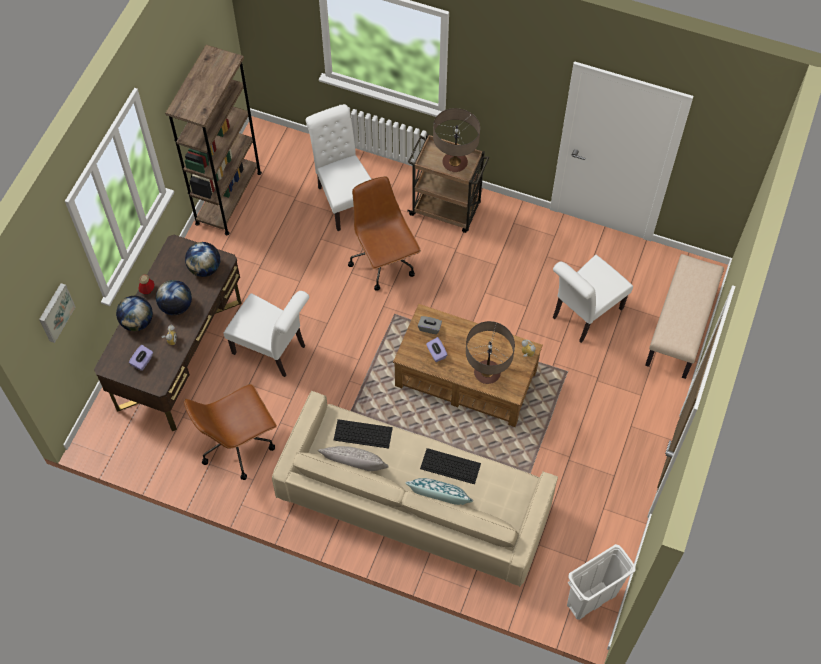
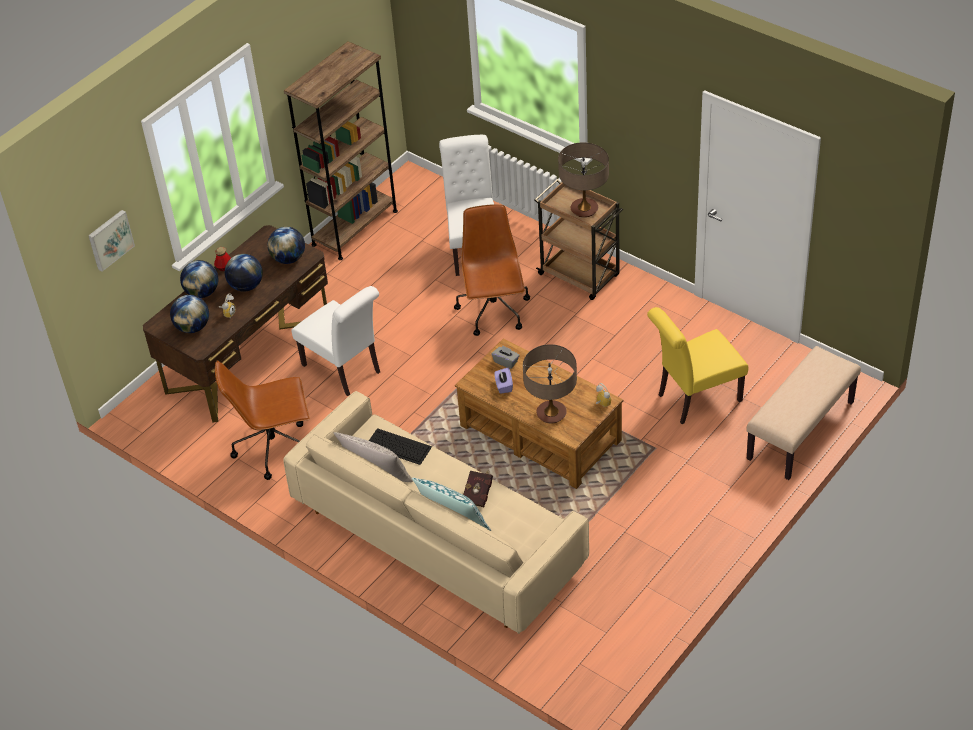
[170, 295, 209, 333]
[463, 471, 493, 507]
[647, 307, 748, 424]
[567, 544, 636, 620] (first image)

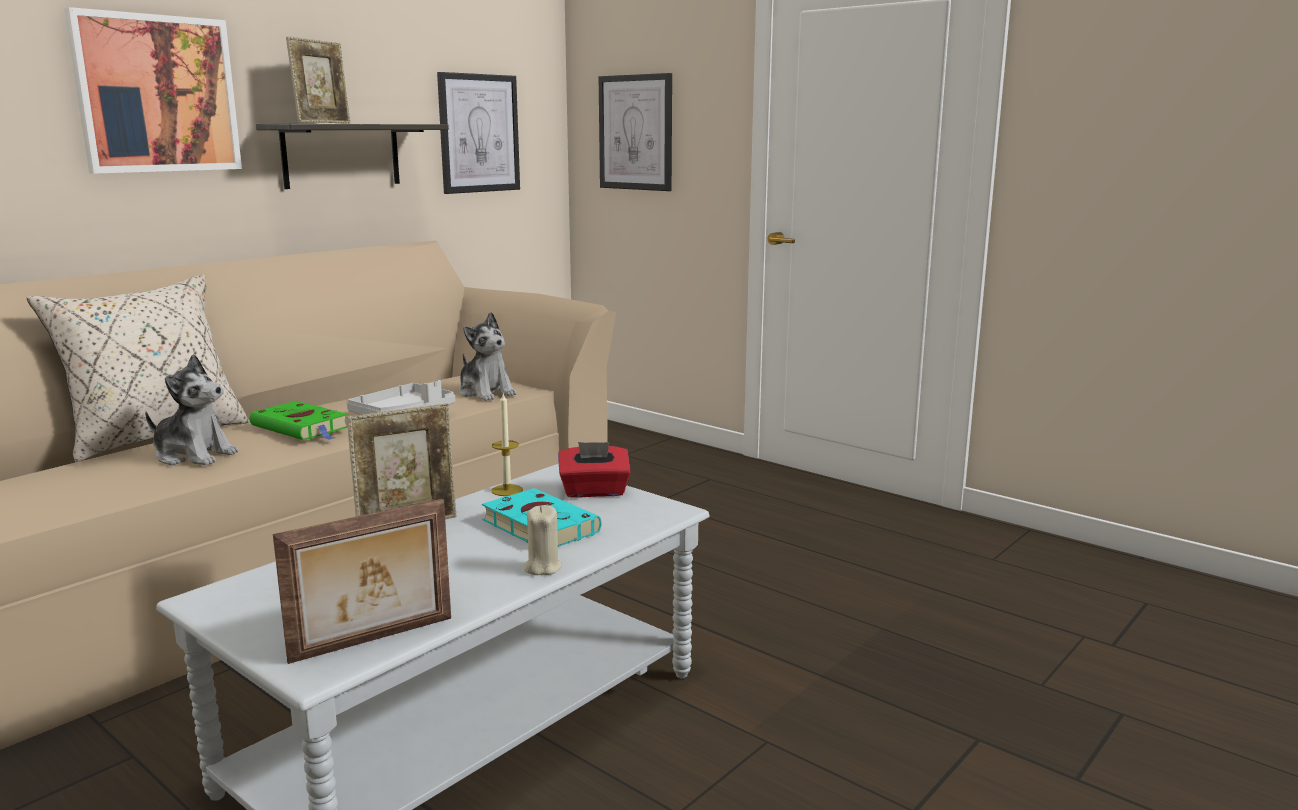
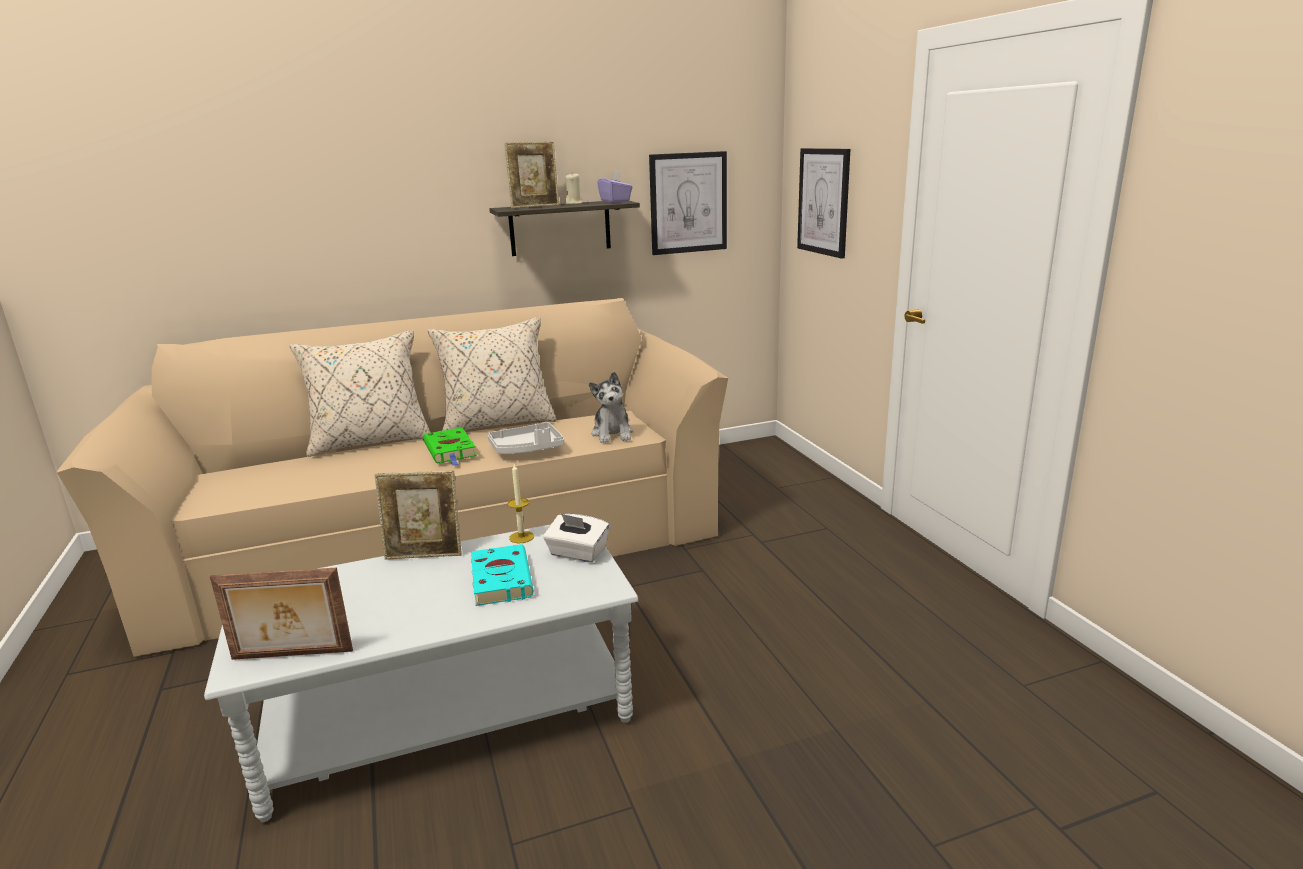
[64, 7, 242, 174] (first image)
[145, 354, 239, 466] (first image)
[565, 174, 582, 204]
[543, 514, 609, 563]
[428, 317, 557, 431]
[597, 170, 633, 203]

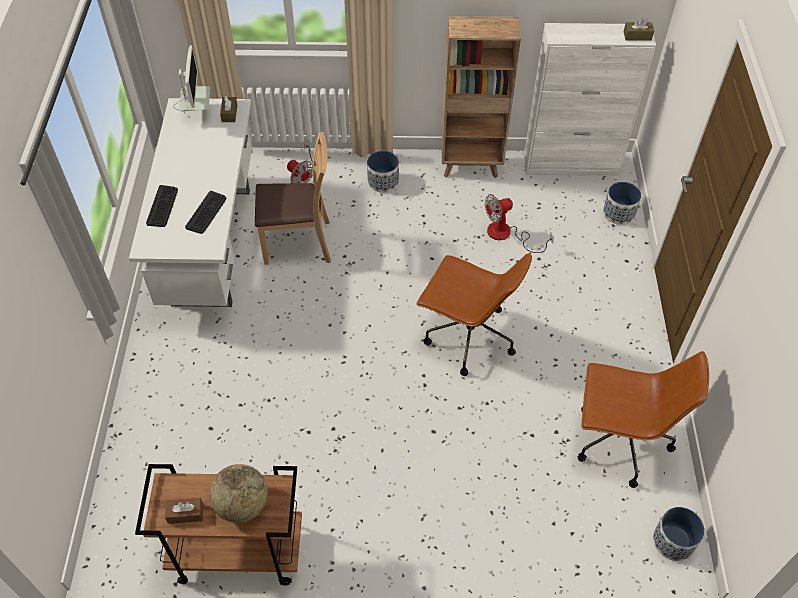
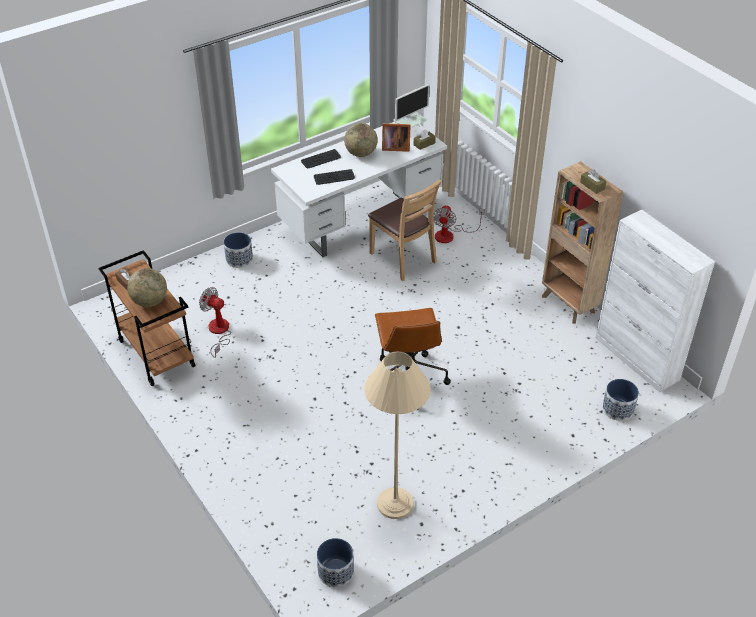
[224, 232, 253, 268]
[199, 287, 231, 358]
[364, 351, 431, 519]
[580, 170, 607, 194]
[344, 123, 378, 157]
[382, 123, 411, 152]

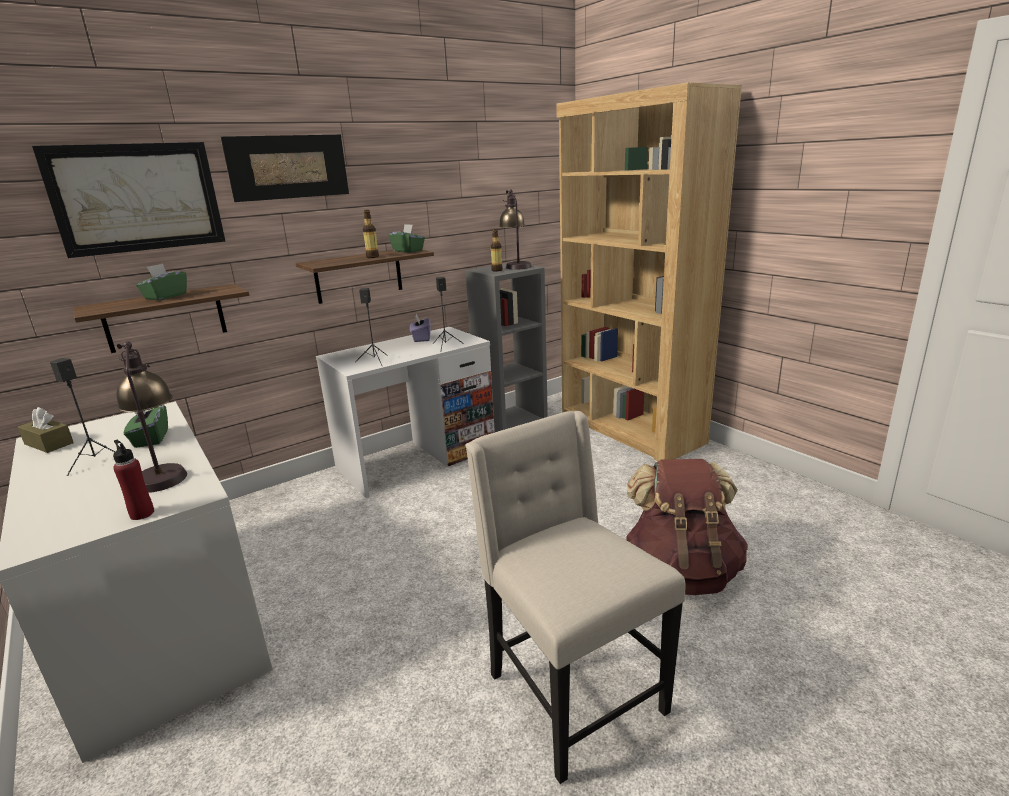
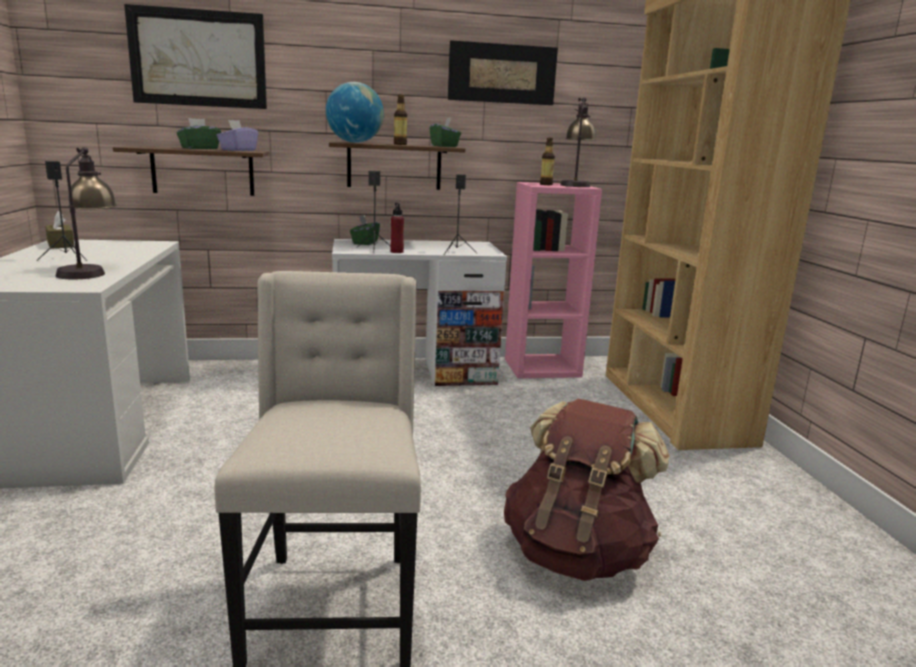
[390, 203, 404, 253]
[350, 215, 380, 245]
[448, 40, 558, 105]
[217, 120, 258, 151]
[505, 182, 602, 378]
[326, 82, 384, 143]

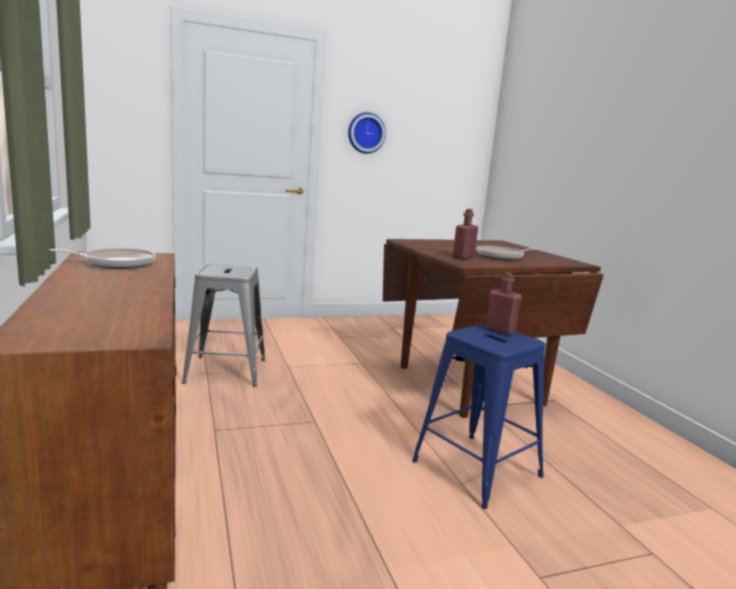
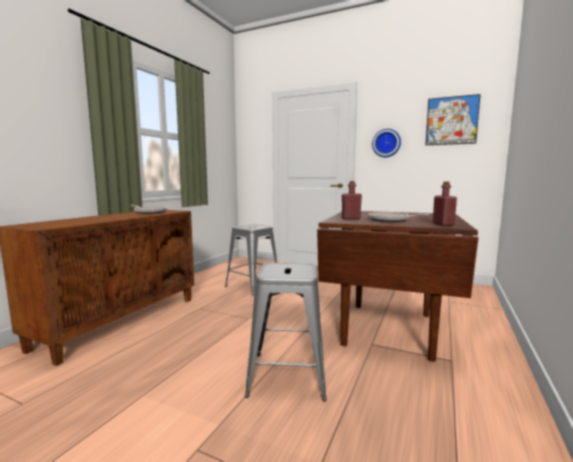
[245, 263, 327, 401]
[433, 182, 457, 226]
[425, 94, 481, 145]

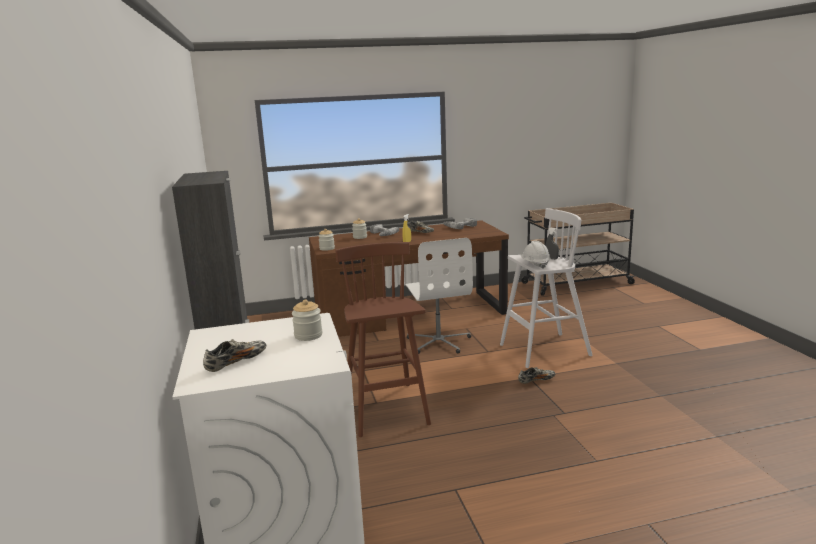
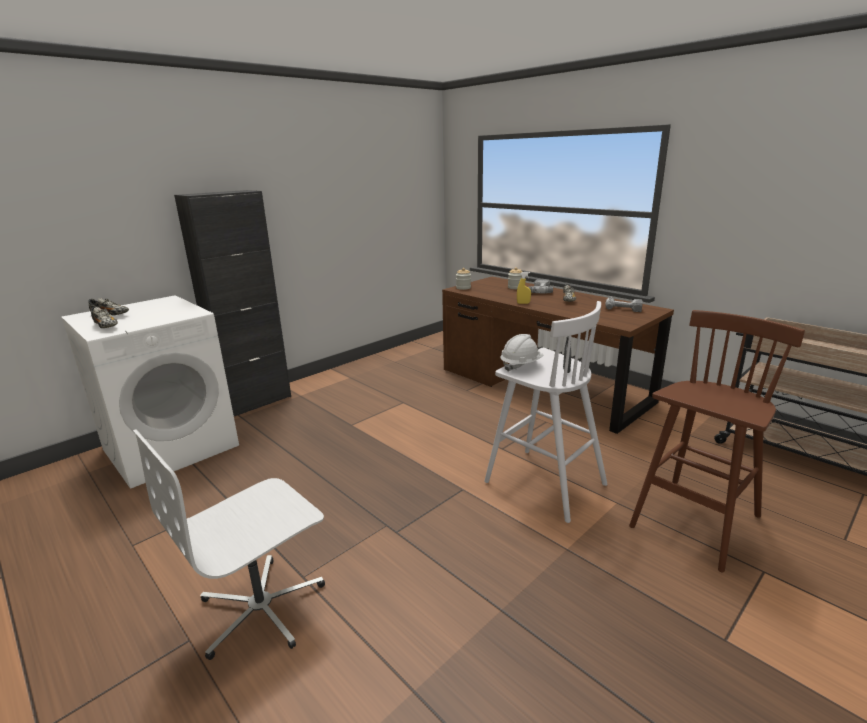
[292, 299, 322, 341] (first image)
[629, 310, 805, 572]
[133, 429, 325, 660]
[91, 306, 118, 328]

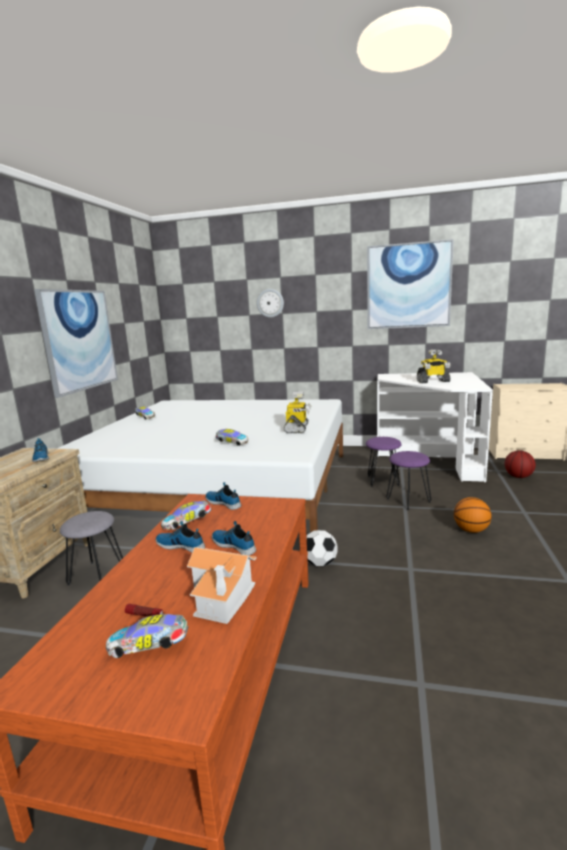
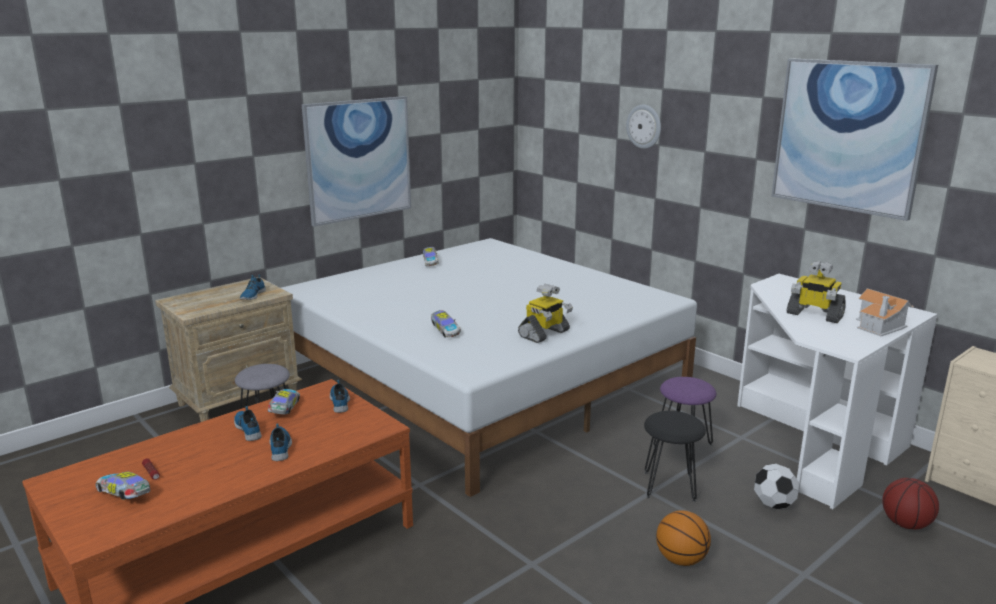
[268, 389, 300, 415]
[856, 288, 914, 336]
[754, 463, 799, 509]
[644, 411, 706, 502]

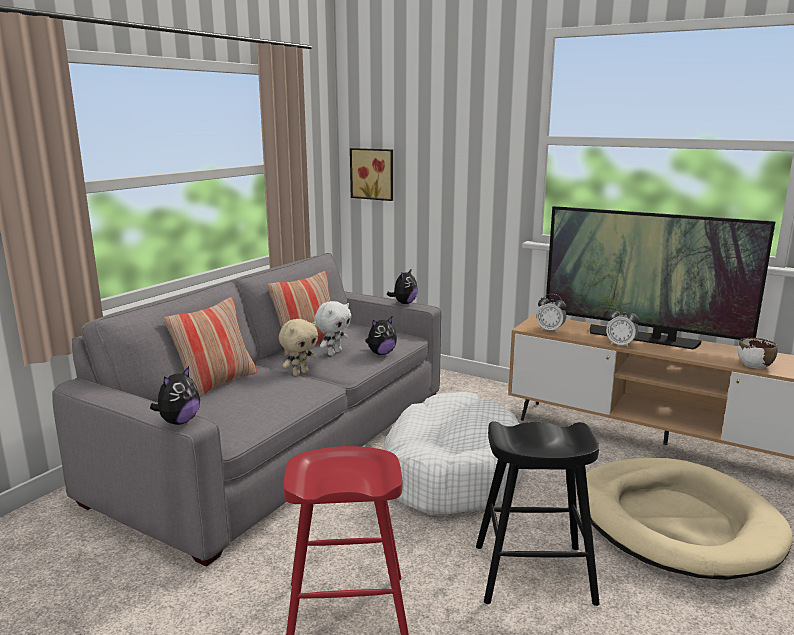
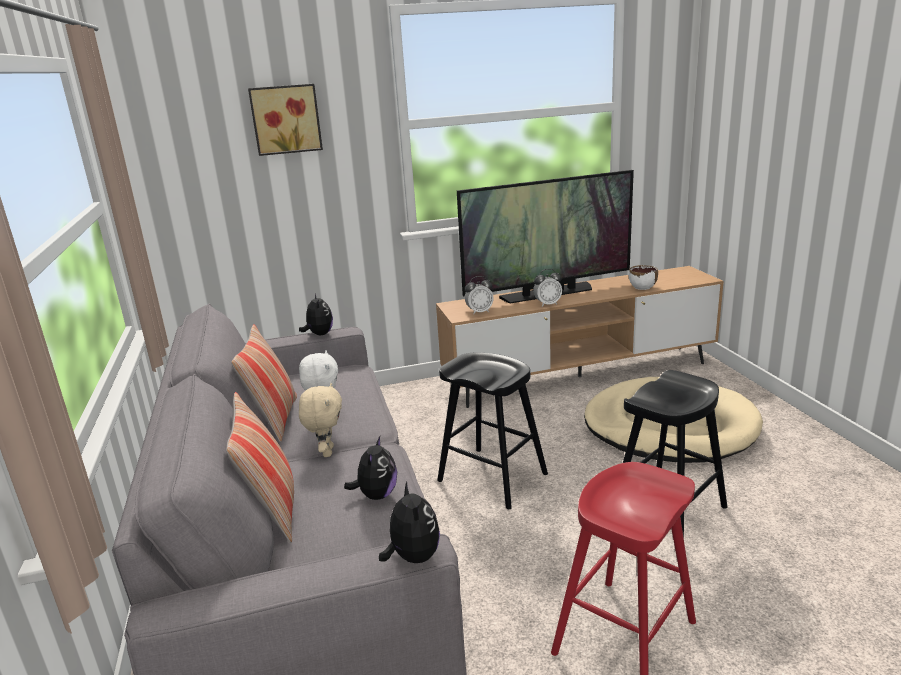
[248, 84, 323, 156]
[344, 436, 397, 500]
[437, 353, 548, 510]

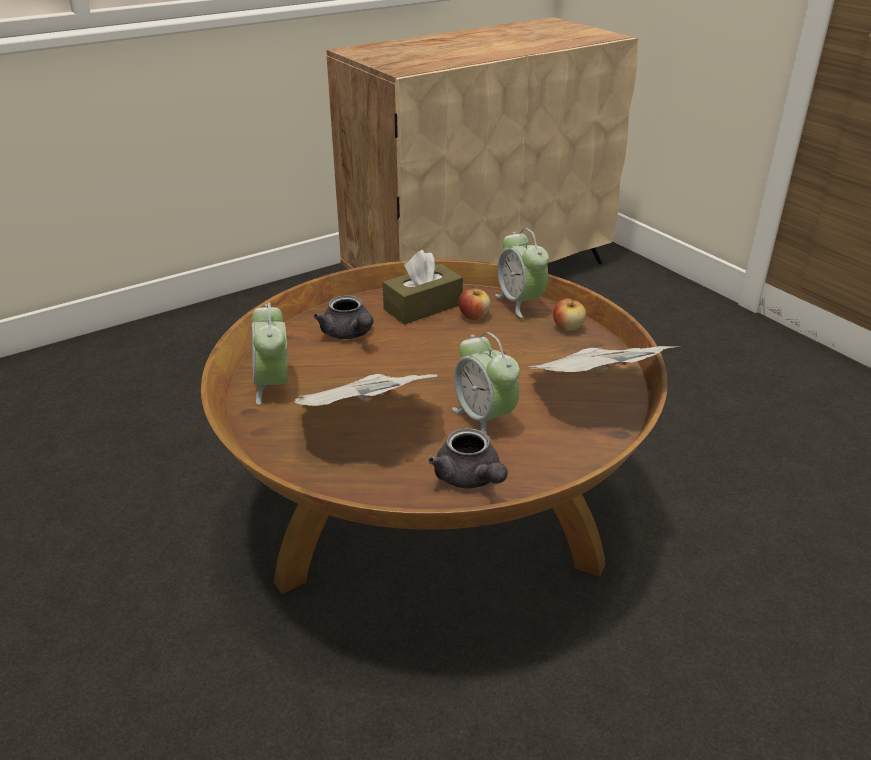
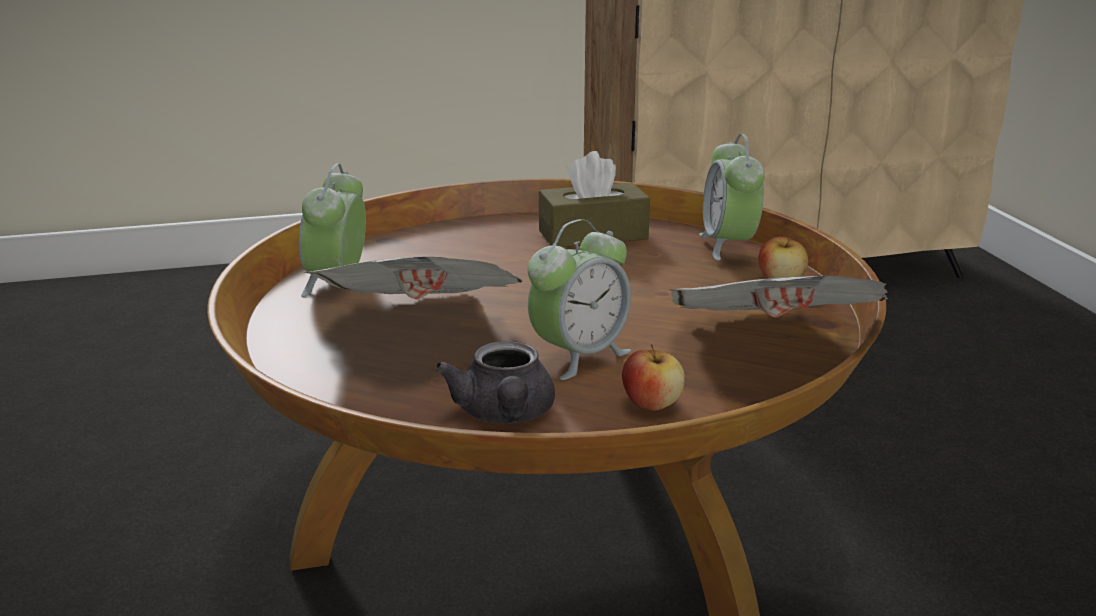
[314, 295, 373, 339] (first image)
[527, 219, 631, 380]
[622, 344, 685, 411]

